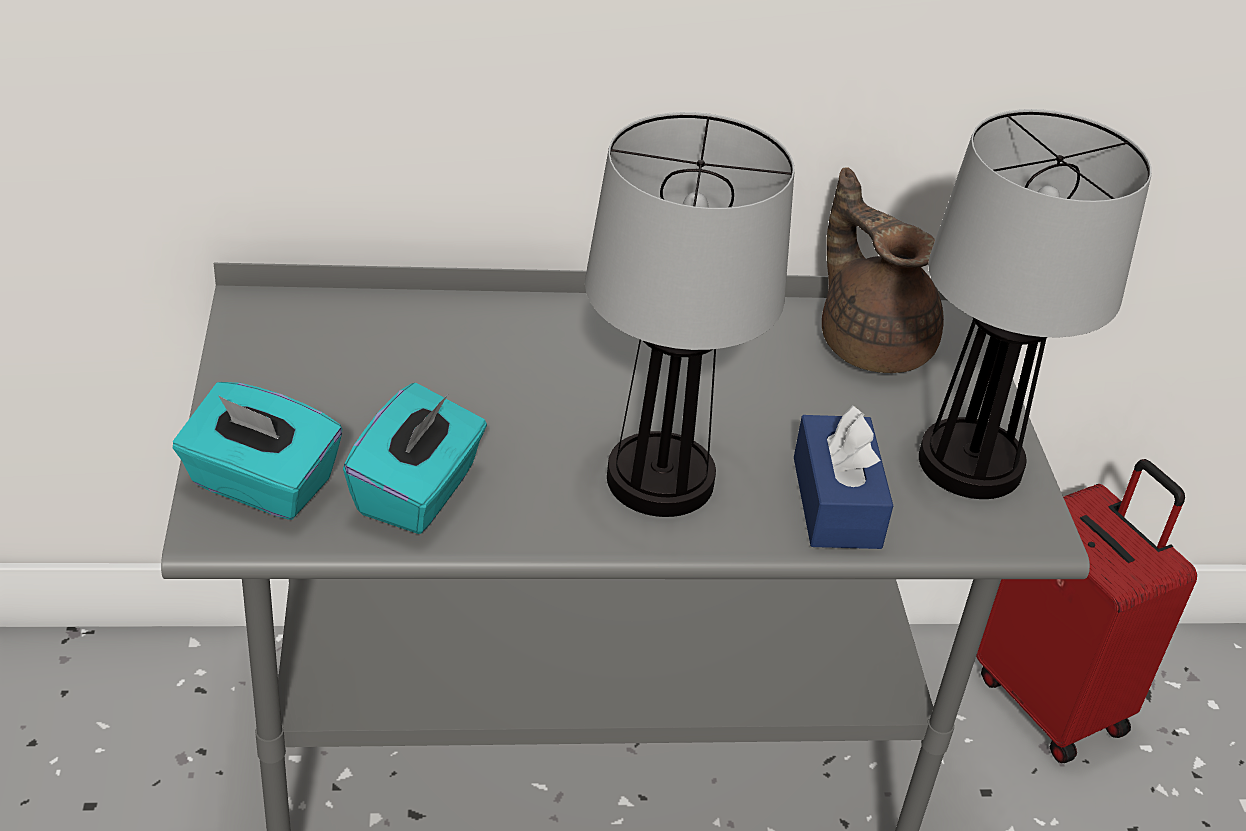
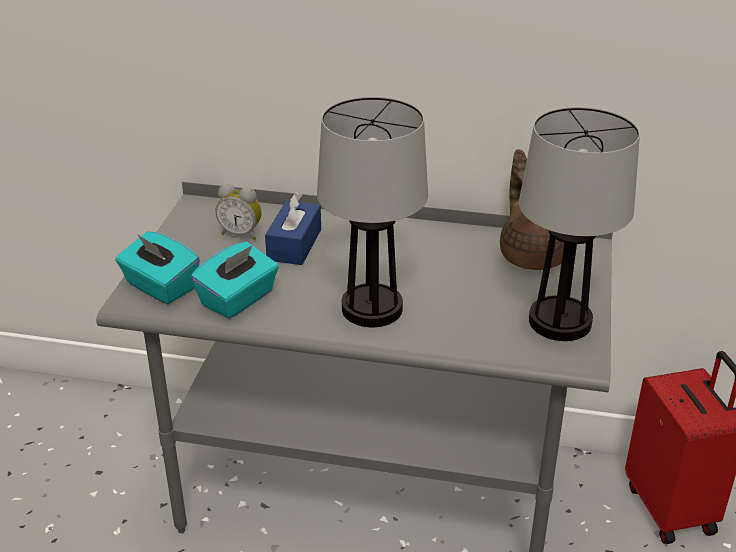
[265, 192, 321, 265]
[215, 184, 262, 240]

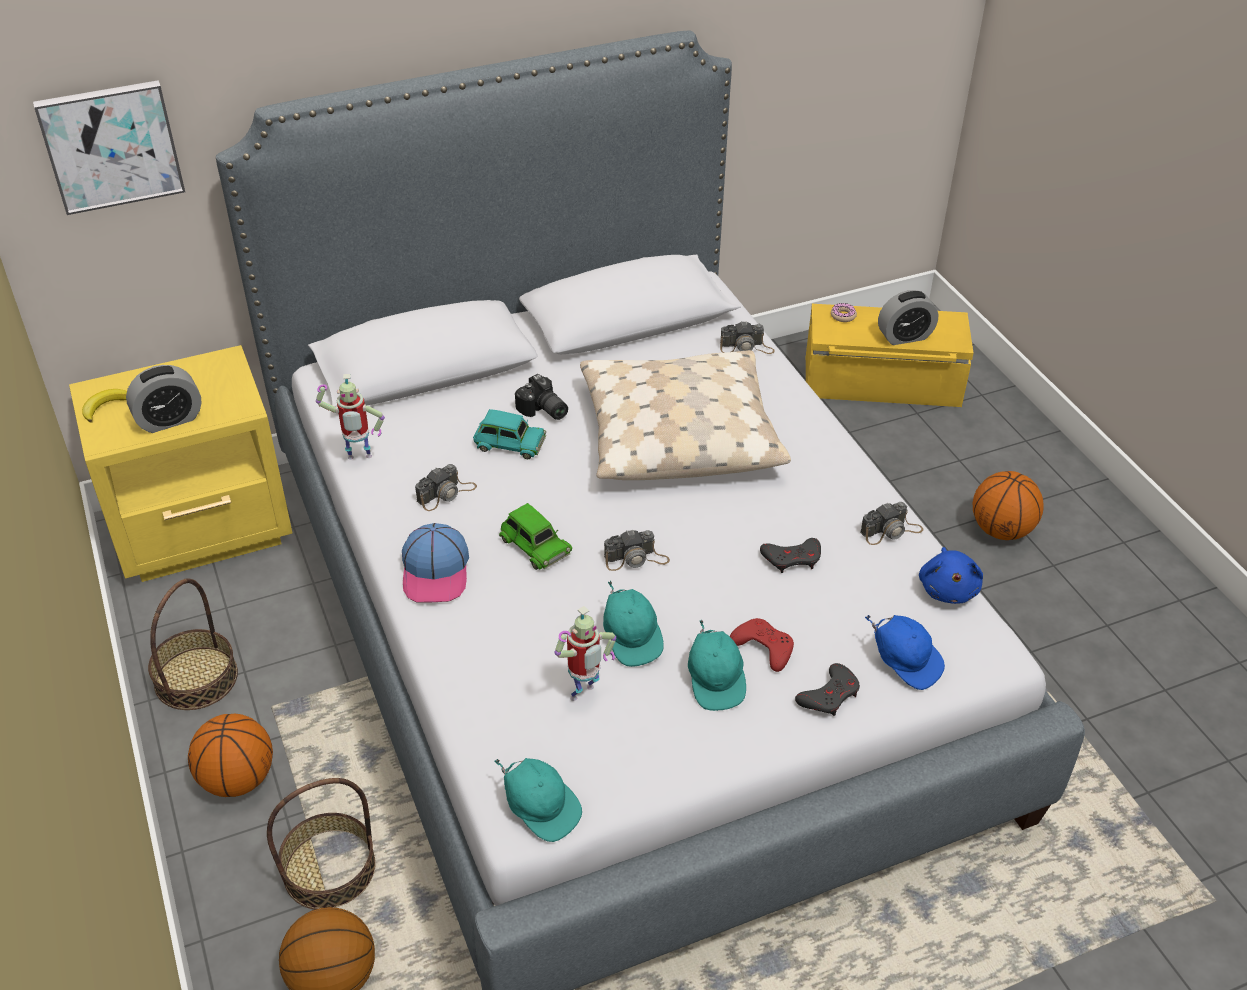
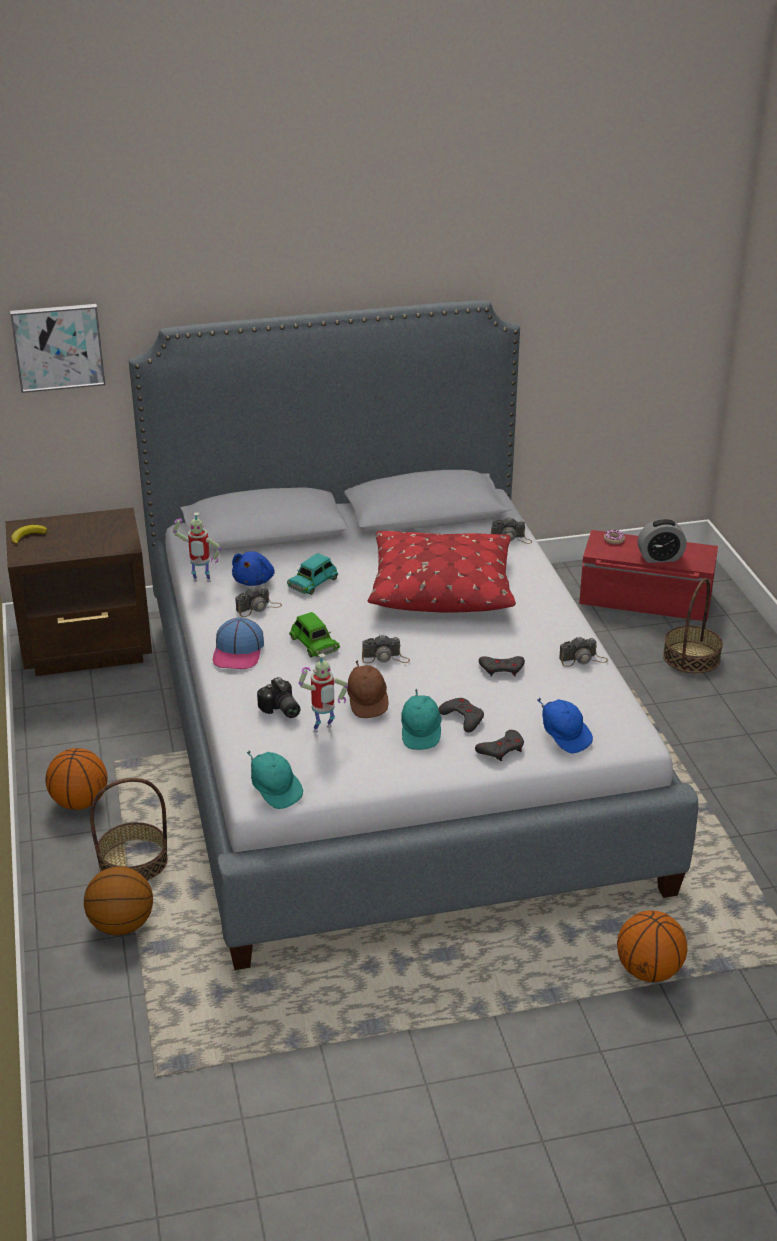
[6, 508, 152, 676]
[126, 365, 202, 433] (first image)
[663, 578, 723, 673]
[287, 553, 338, 595]
[257, 677, 300, 718]
[368, 531, 516, 613]
[347, 660, 388, 718]
[438, 698, 484, 732]
[579, 530, 718, 621]
[232, 551, 275, 586]
[617, 910, 688, 982]

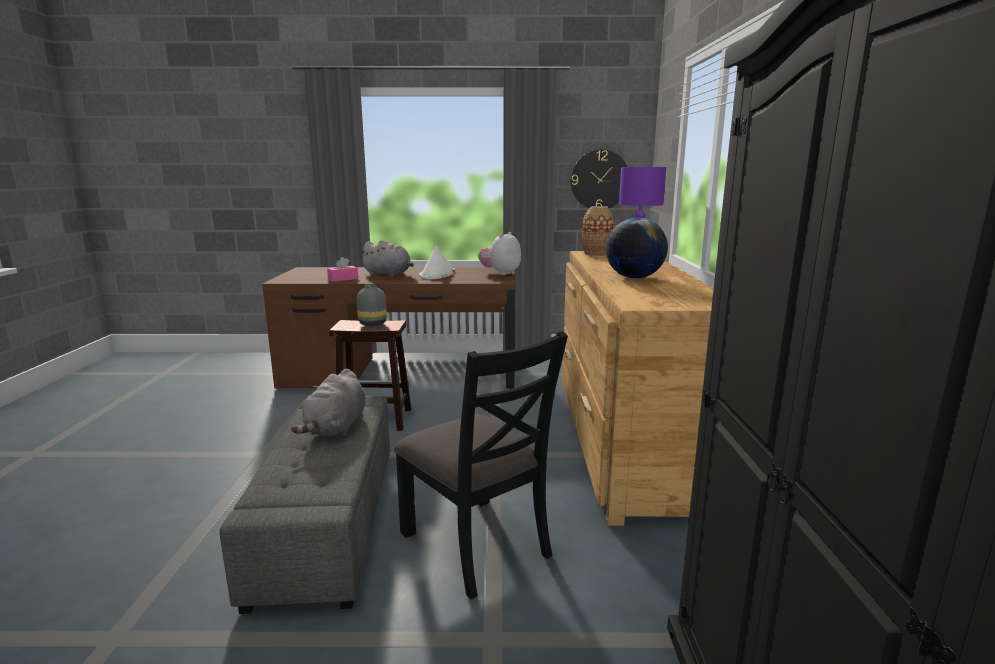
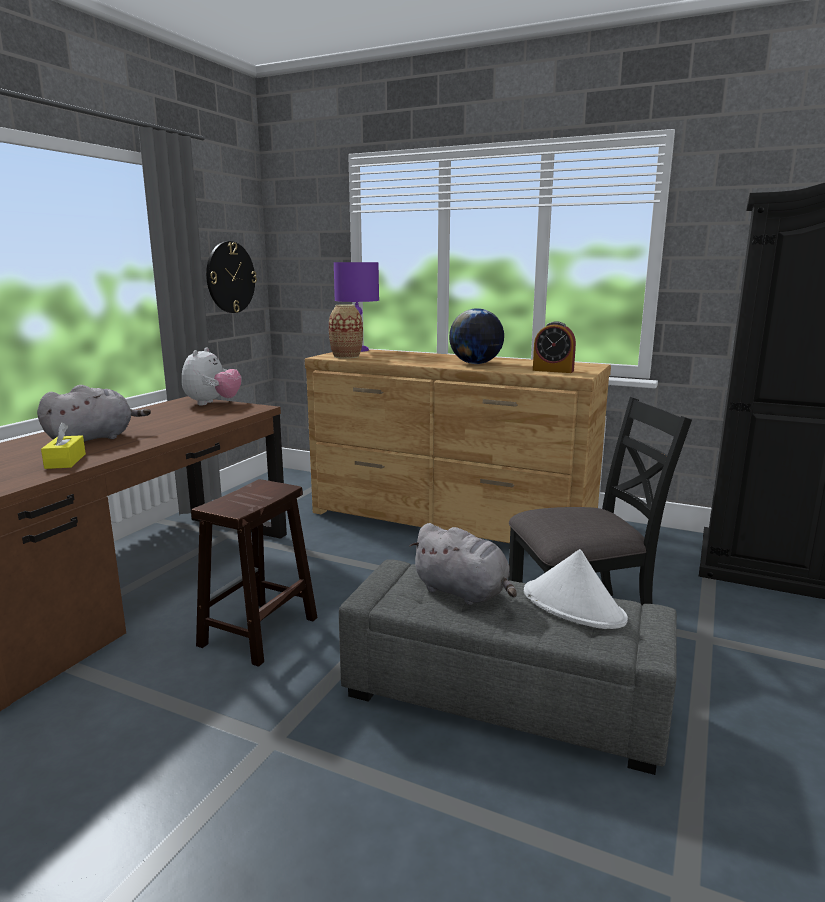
[41, 422, 86, 469]
[357, 284, 387, 326] (first image)
[524, 549, 628, 629]
[182, 348, 242, 405]
[533, 321, 576, 373]

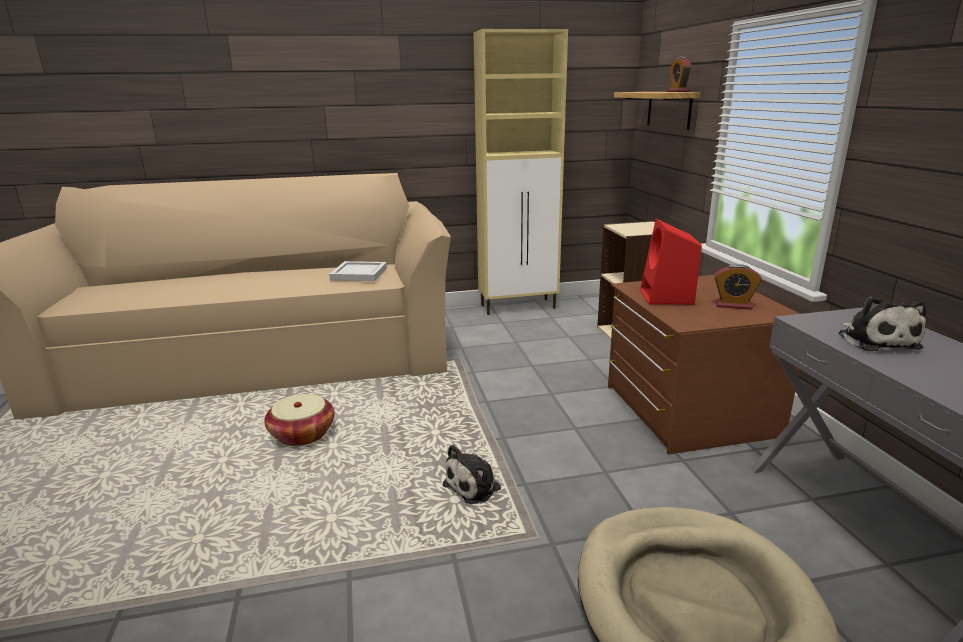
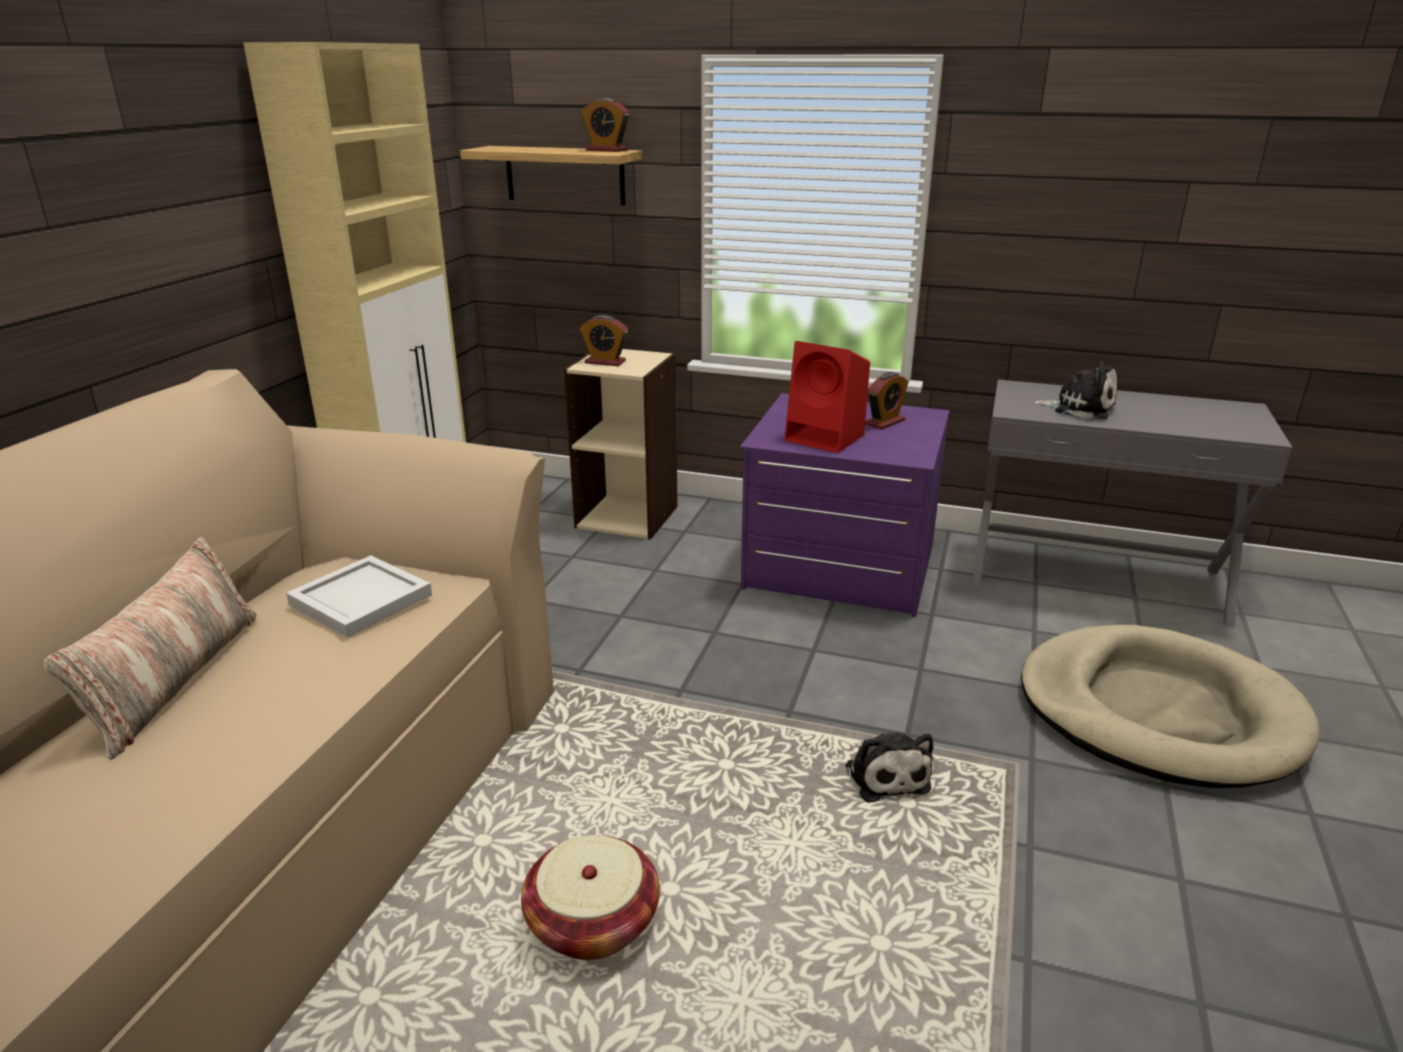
[740, 393, 949, 617]
[44, 537, 256, 760]
[580, 315, 628, 366]

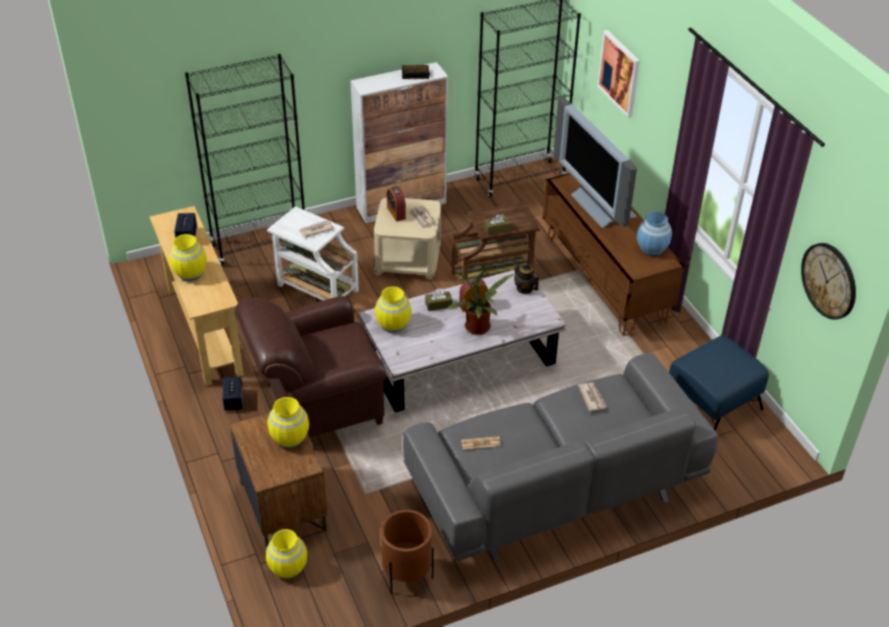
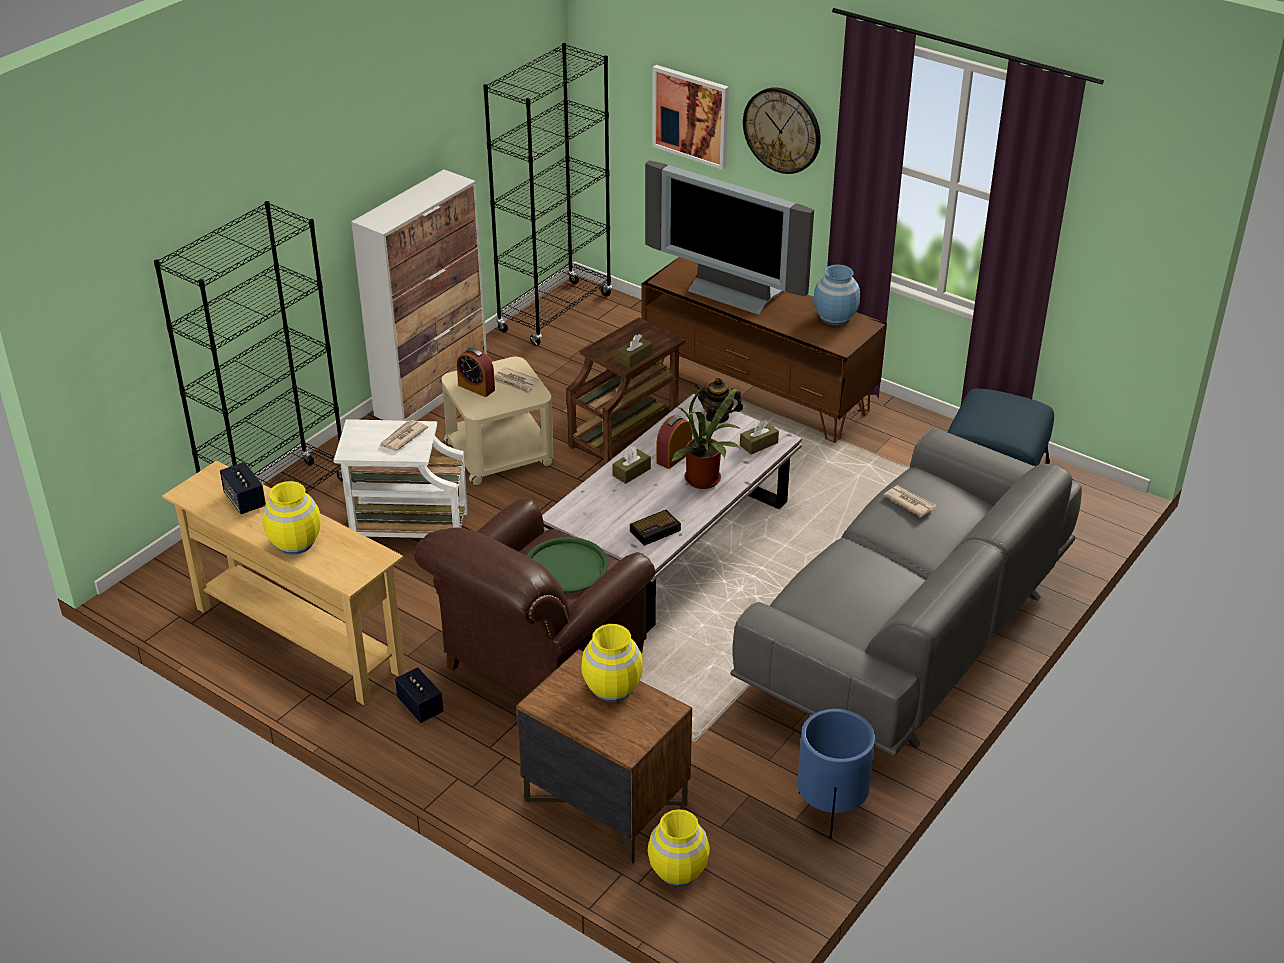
[375, 286, 411, 333] (first image)
[797, 709, 875, 839]
[630, 510, 681, 546]
[461, 436, 501, 449] (first image)
[743, 87, 821, 174]
[527, 537, 608, 593]
[740, 420, 779, 454]

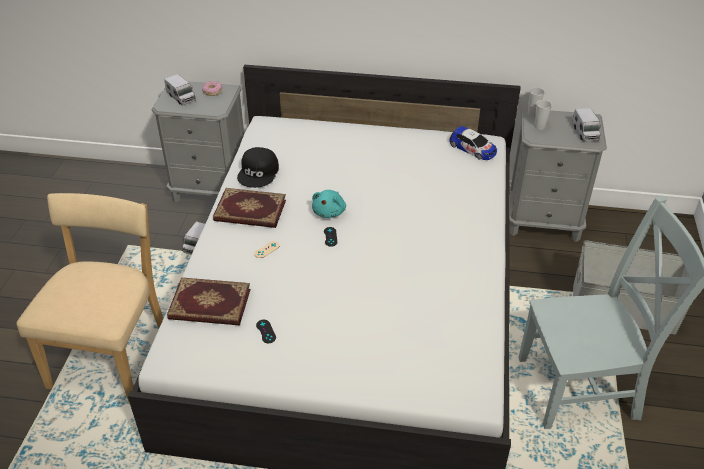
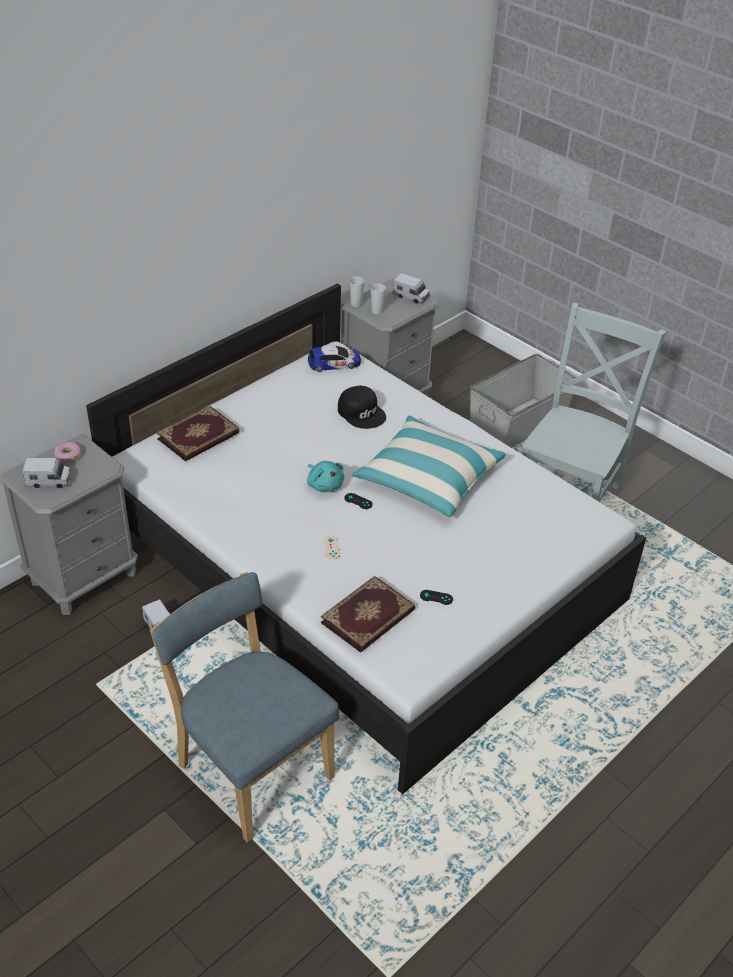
[150, 572, 339, 843]
[157, 406, 239, 461]
[338, 385, 386, 429]
[352, 415, 506, 518]

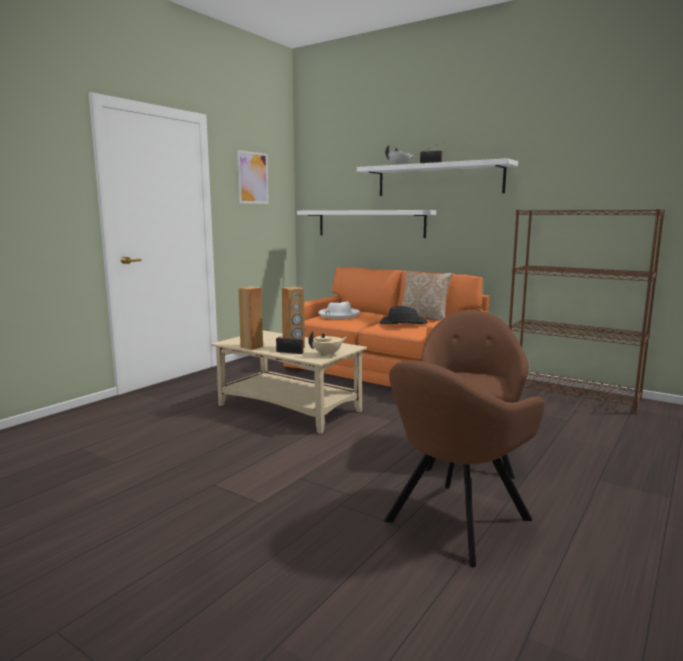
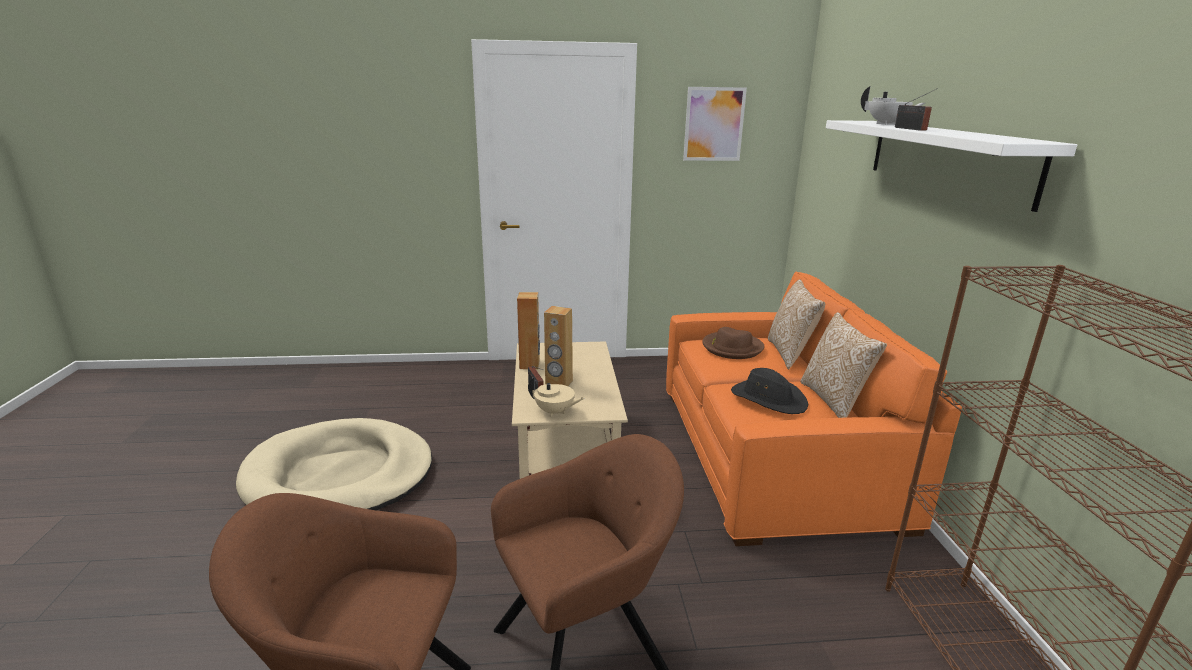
[297, 210, 436, 238] (first image)
[702, 327, 765, 359]
[236, 418, 432, 510]
[768, 279, 825, 370]

